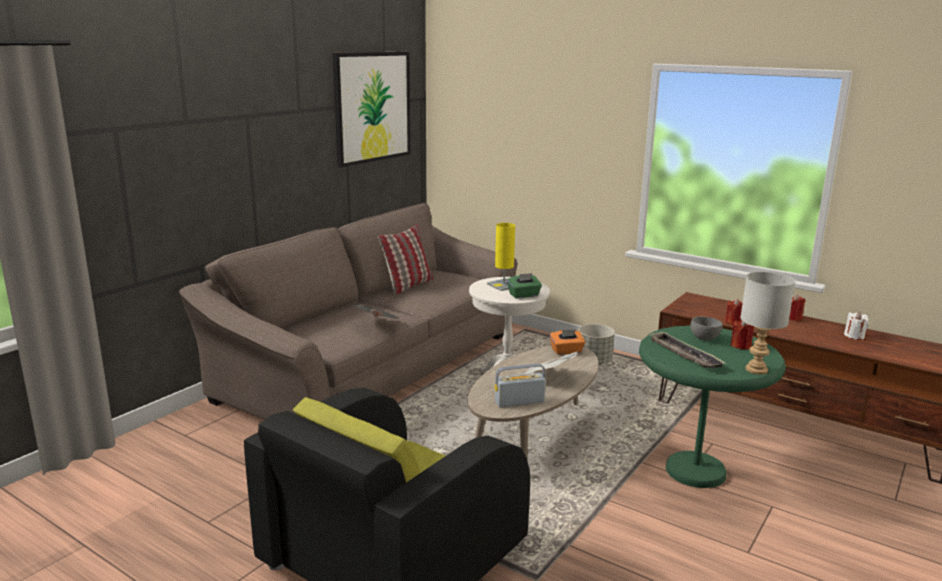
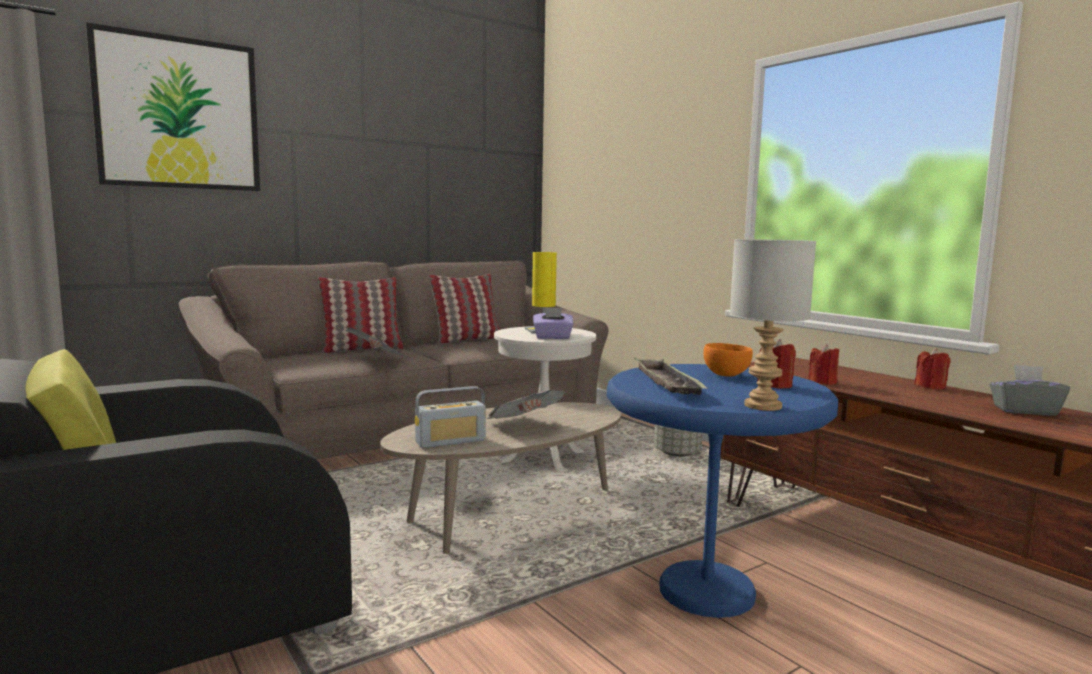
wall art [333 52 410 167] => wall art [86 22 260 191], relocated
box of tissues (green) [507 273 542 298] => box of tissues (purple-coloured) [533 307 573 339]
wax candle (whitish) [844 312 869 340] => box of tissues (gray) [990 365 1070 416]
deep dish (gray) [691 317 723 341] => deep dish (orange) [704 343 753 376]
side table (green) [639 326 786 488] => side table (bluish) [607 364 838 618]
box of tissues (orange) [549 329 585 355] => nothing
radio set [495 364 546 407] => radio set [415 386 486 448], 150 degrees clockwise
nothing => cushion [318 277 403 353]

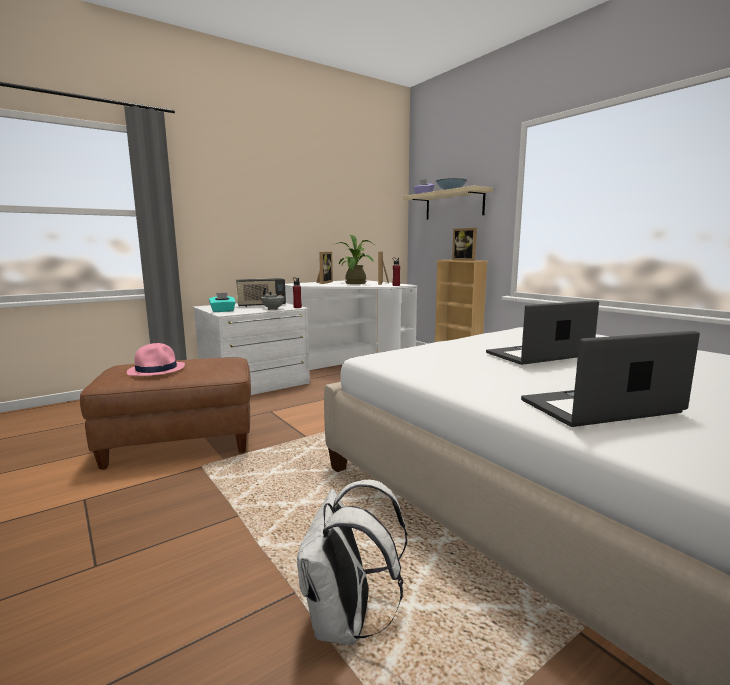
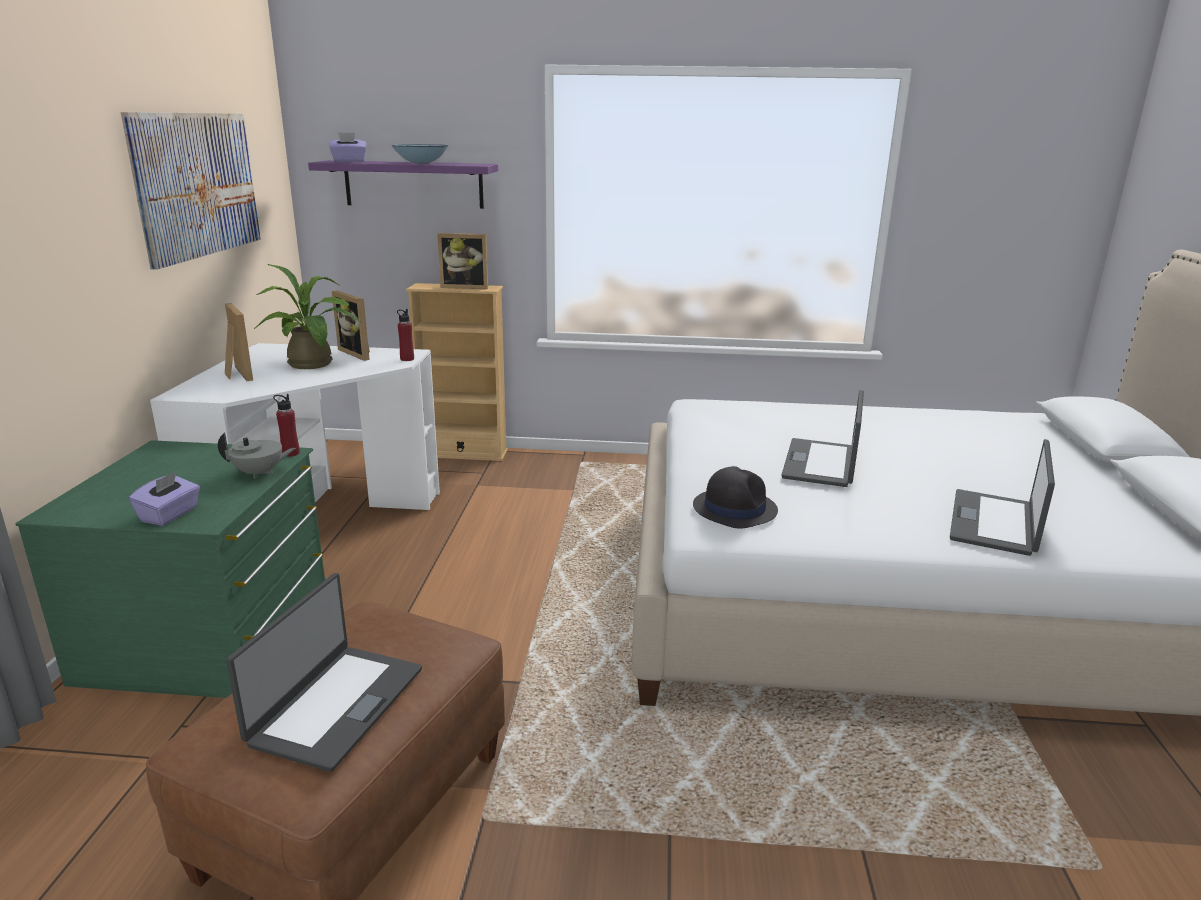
shelf (sand-coloured) [403 186 493 220] => shelf (purple-coloured) [308 160 498 209]
radio set [236 278 286 307] => nothing
box of tissues (blue-green) [209 293 236 312] => box of tissues (purple-coloured) [129 471 200 526]
dresser (whitish) [193 303 310 395] => dresser (green) [15 440 325 698]
wearable hat (pink-coloured) [127 343 185 376] => notebook computer [226 573 422 772]
rucksack (whitish) [297 480 407 645] => nothing
nothing => wall art [121 112 261 270]
nothing => wearable hat (black-coloured) [693 466 778 529]

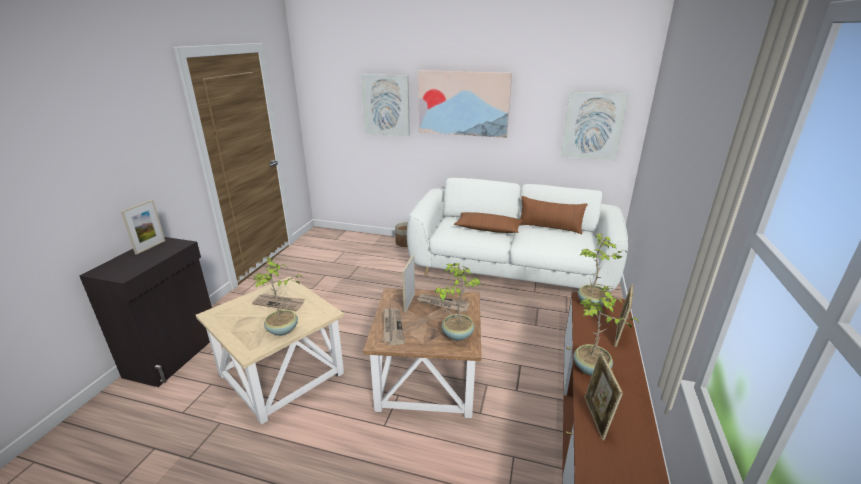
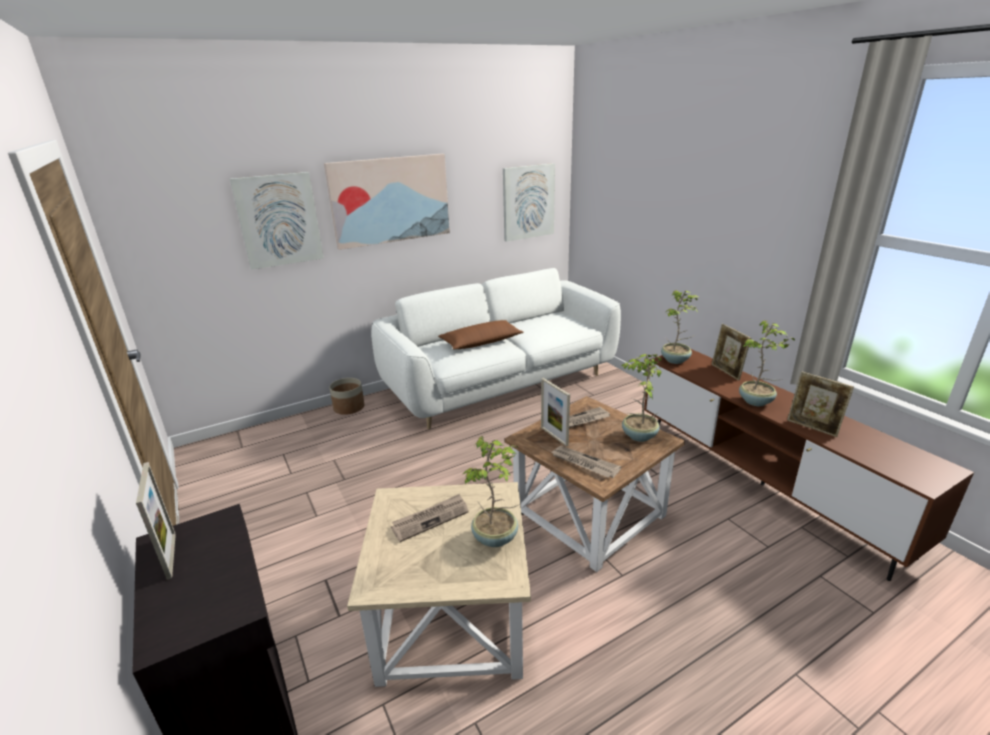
cushion (brown) [519 196 588 234] => nothing

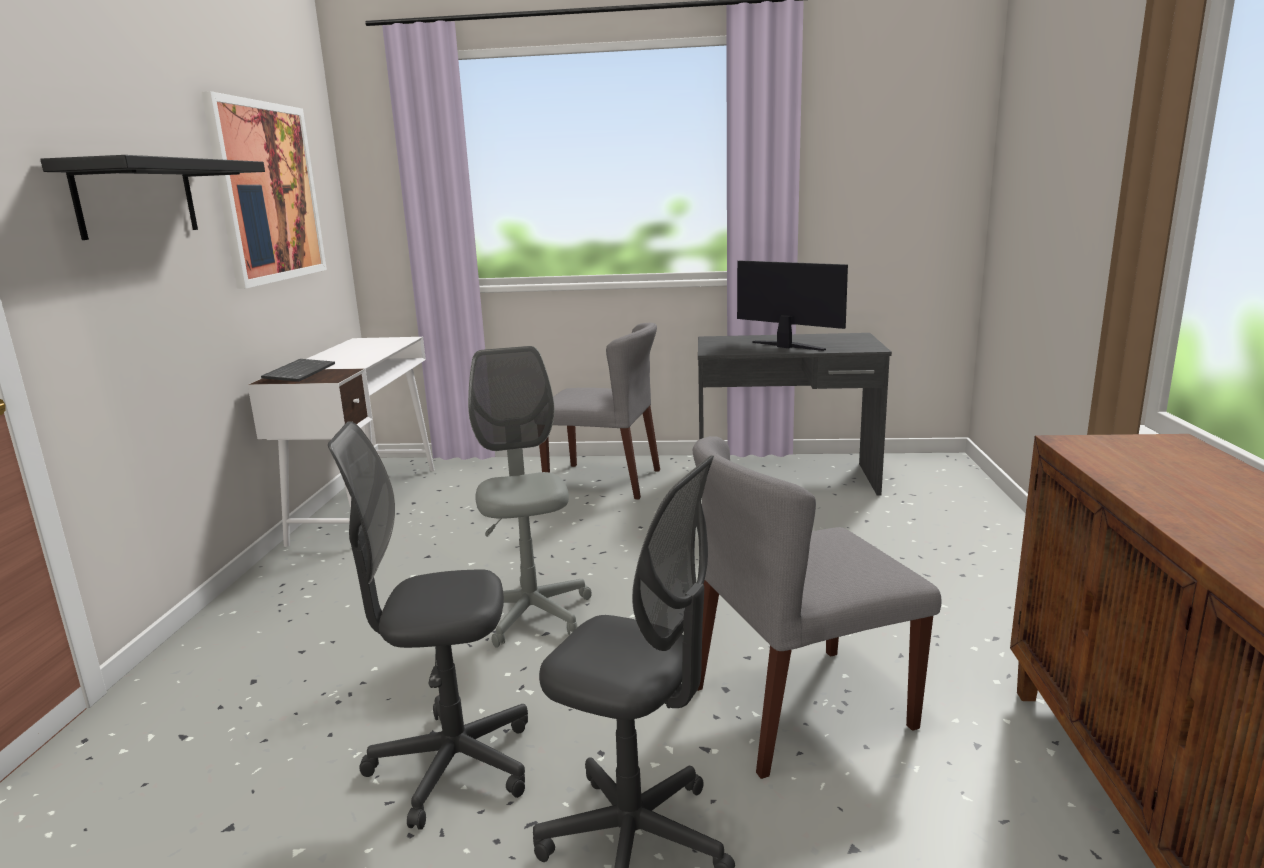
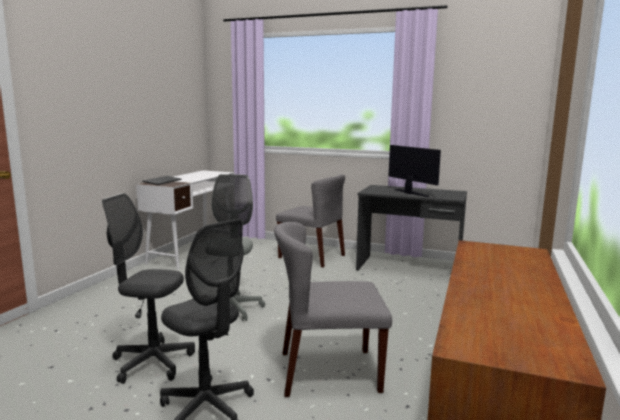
wall art [201 91 327 289] => nothing
shelf (black-coloured) [40 155 265 240] => nothing

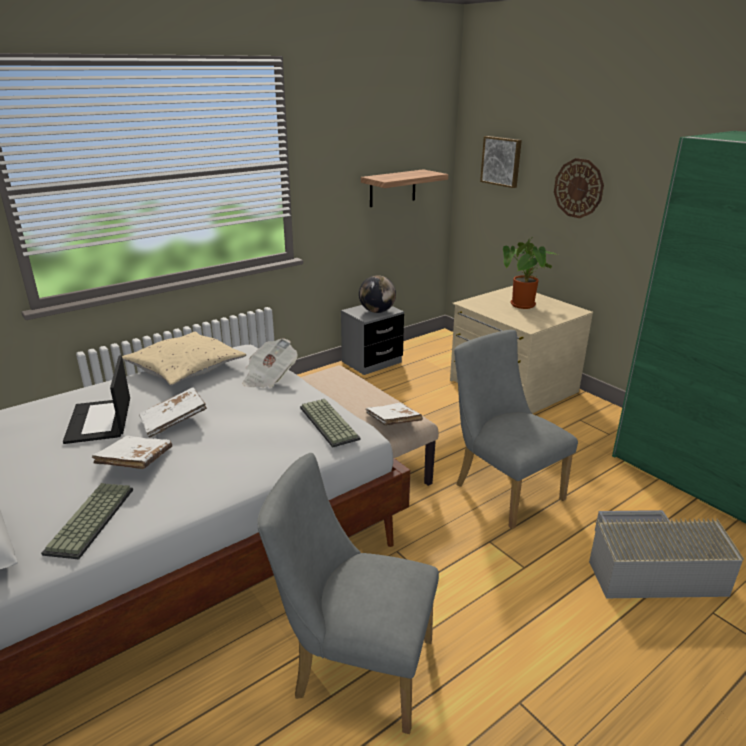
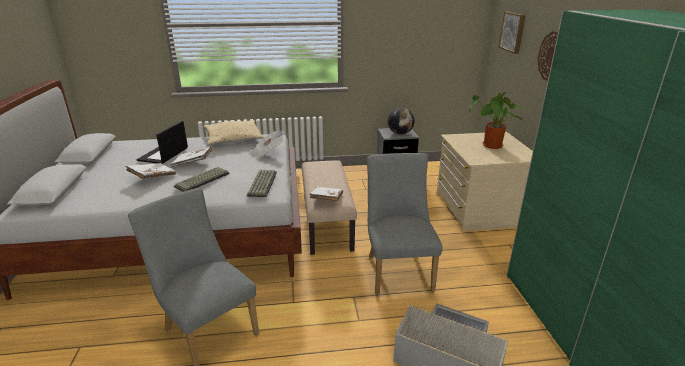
shelf [361 169 448 207] => nothing
keyboard [41 483 133 559] => keyboard [174 167 229 192], relocated

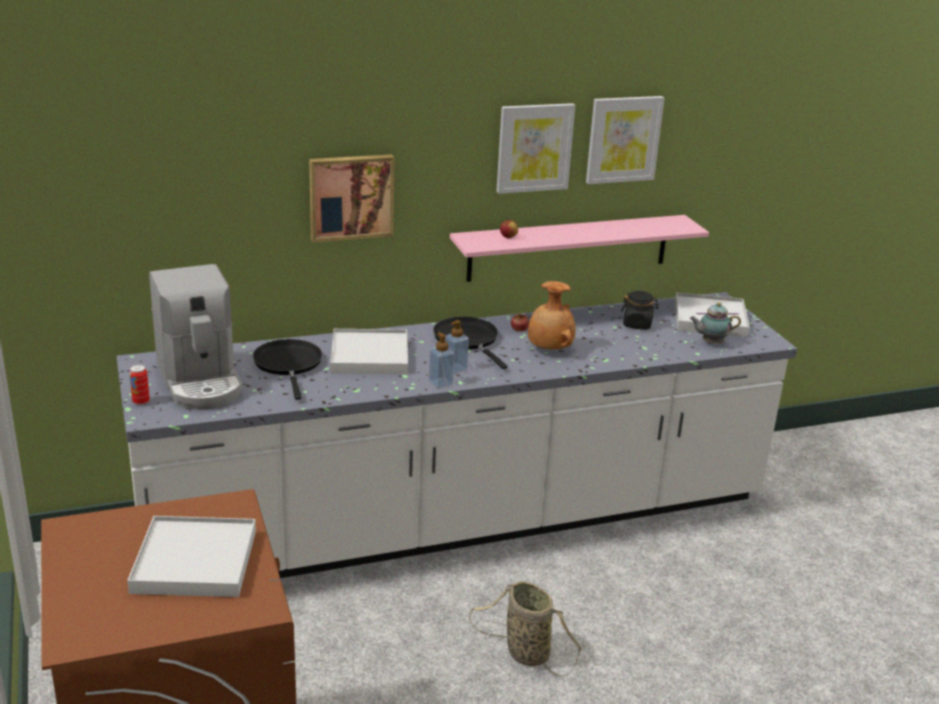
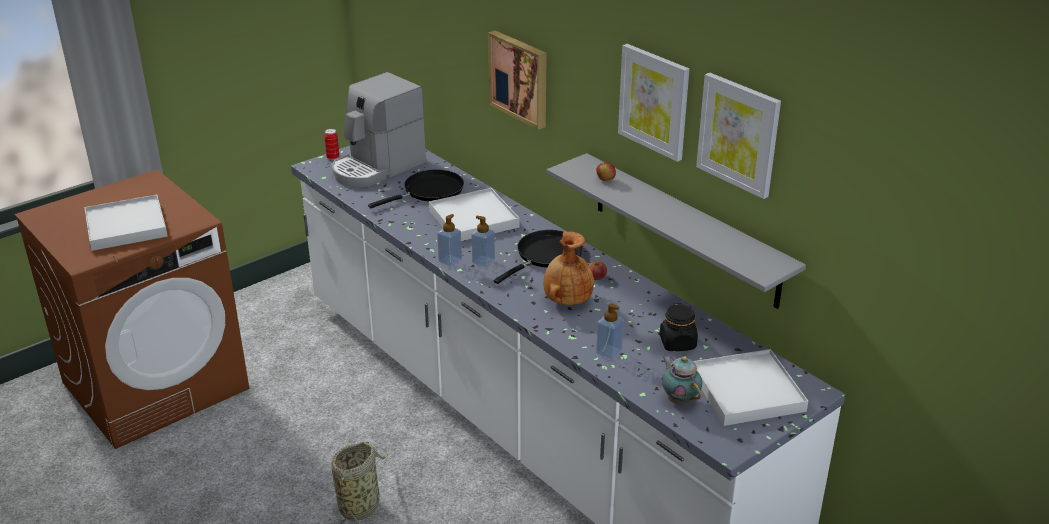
shelf (pink-coloured) [450 215 709 282] => shelf (gray) [547 153 806 309]
nothing => soap dispenser [596 303 624 359]

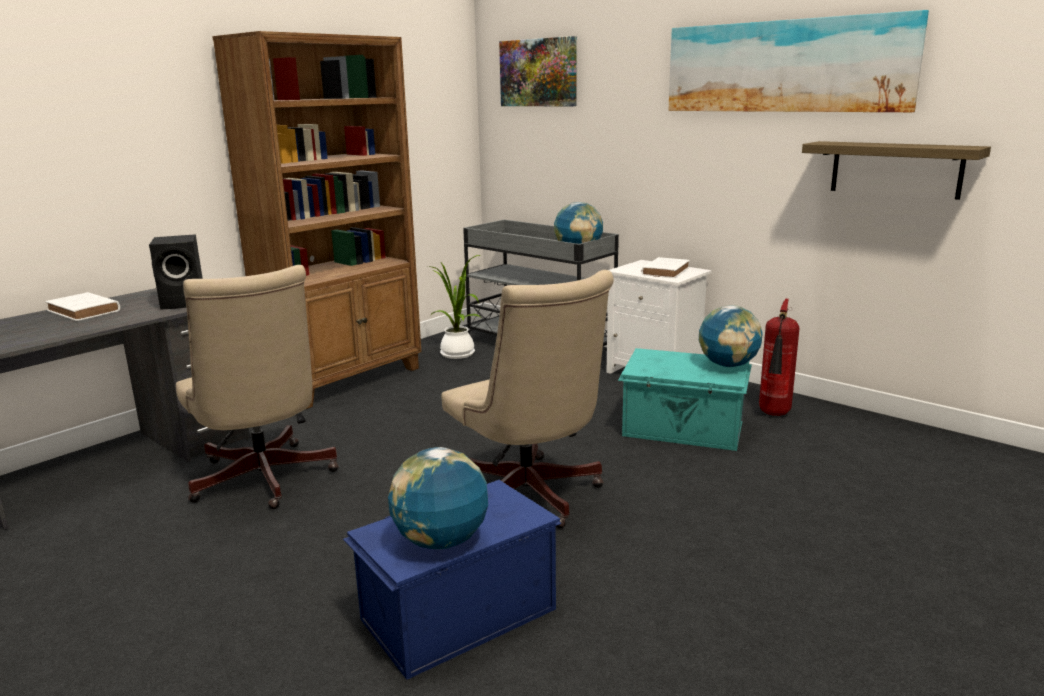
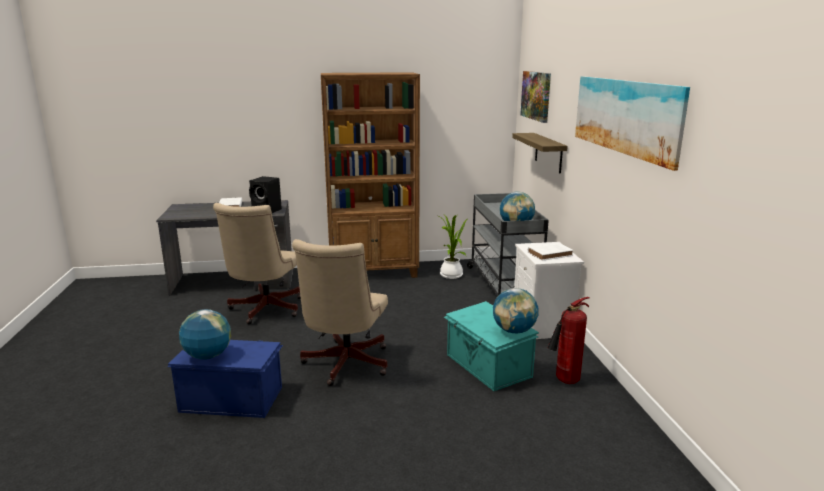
shelf [802 141 991 200] => shelf [512 133 568 173], relocated

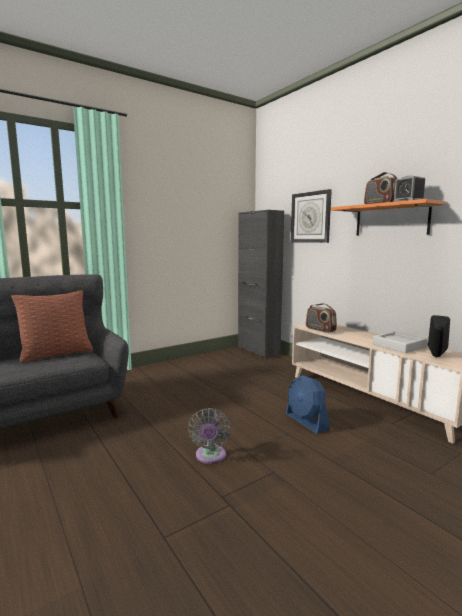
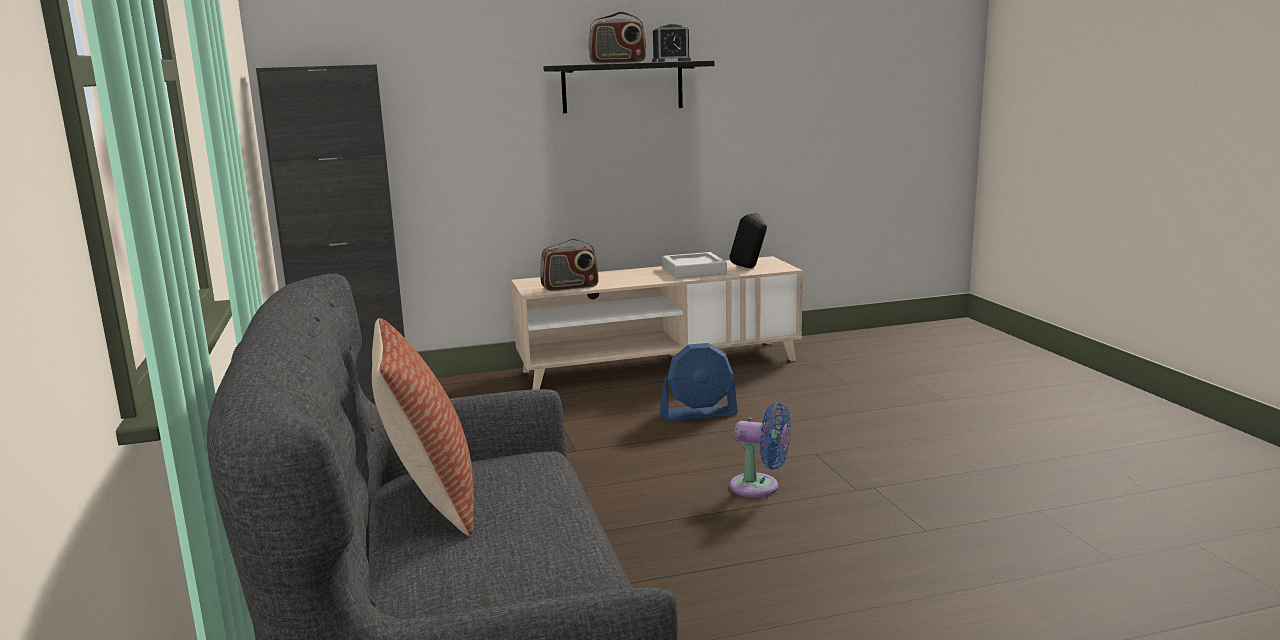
hanging clock [291 189 332 243] => nothing
shelf (orange) [331 199 445 235] => shelf (black-coloured) [543 61 715 113]
cooling fan (gray) [188 408 231 464] => cooling fan (bluish) [730 403 791 498]

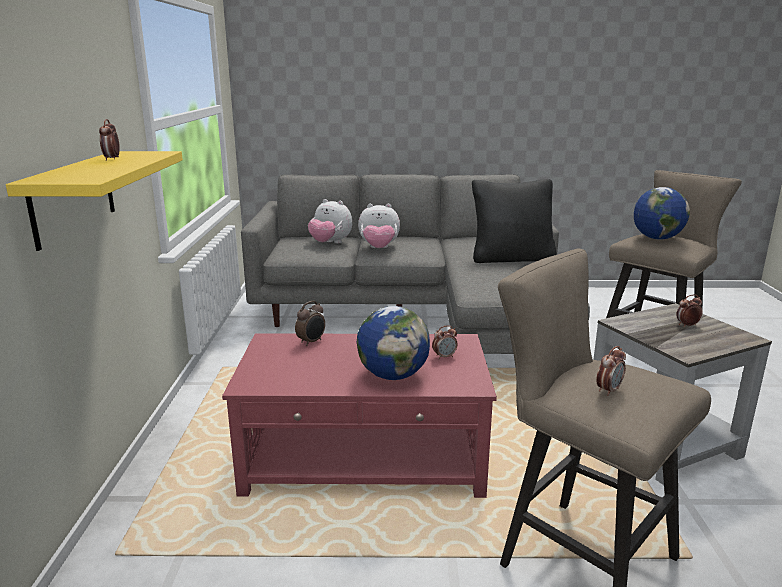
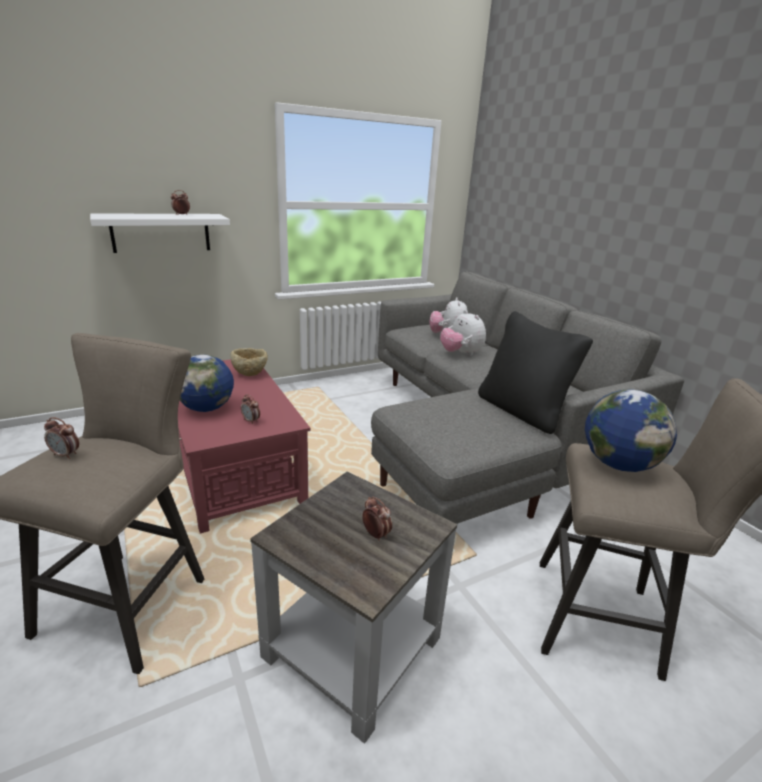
shelf (yellow) [6 151 183 251] => shelf (whitish) [90 213 230 253]
table clock [295 301 325 346] => deep dish (sand-coloured) [231 348 268 376]

